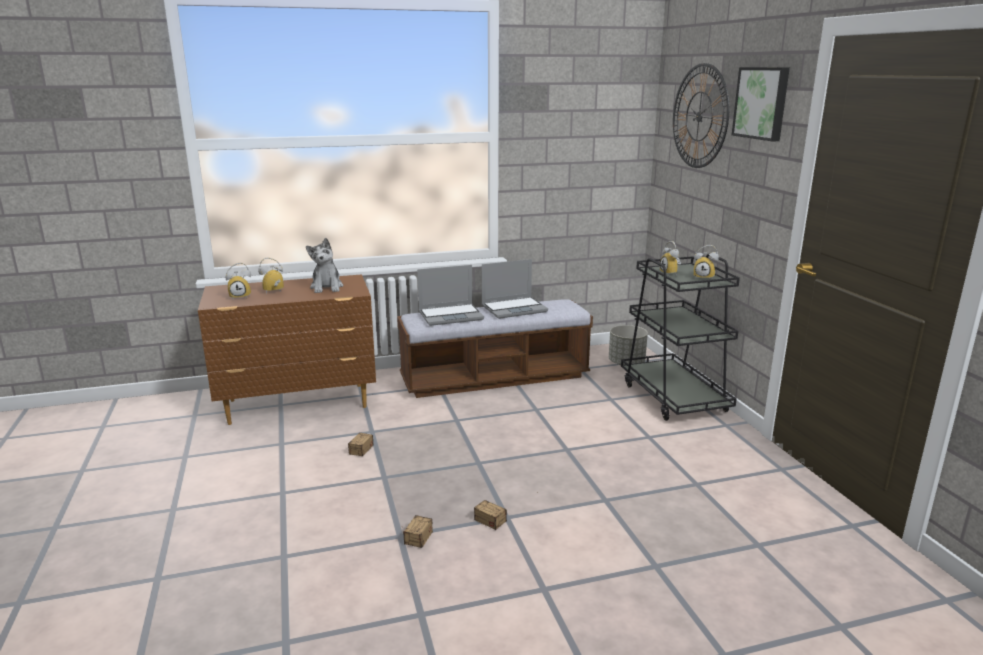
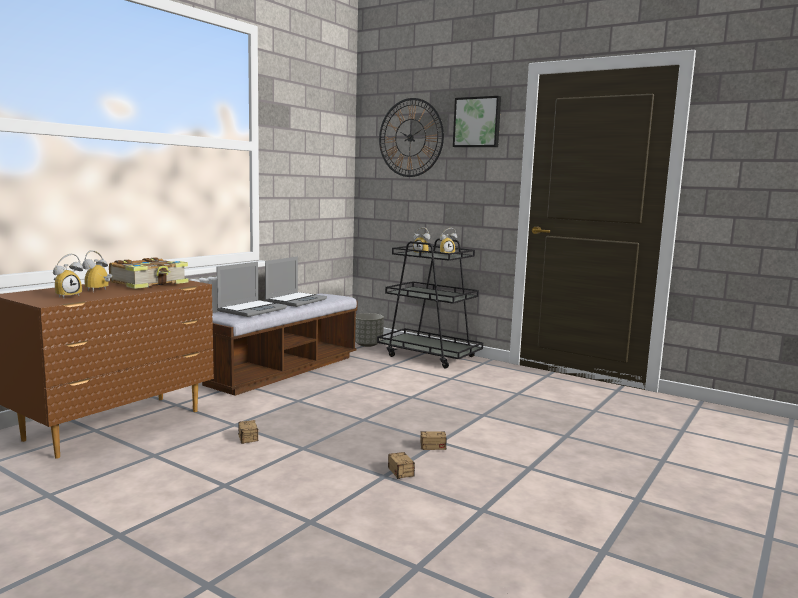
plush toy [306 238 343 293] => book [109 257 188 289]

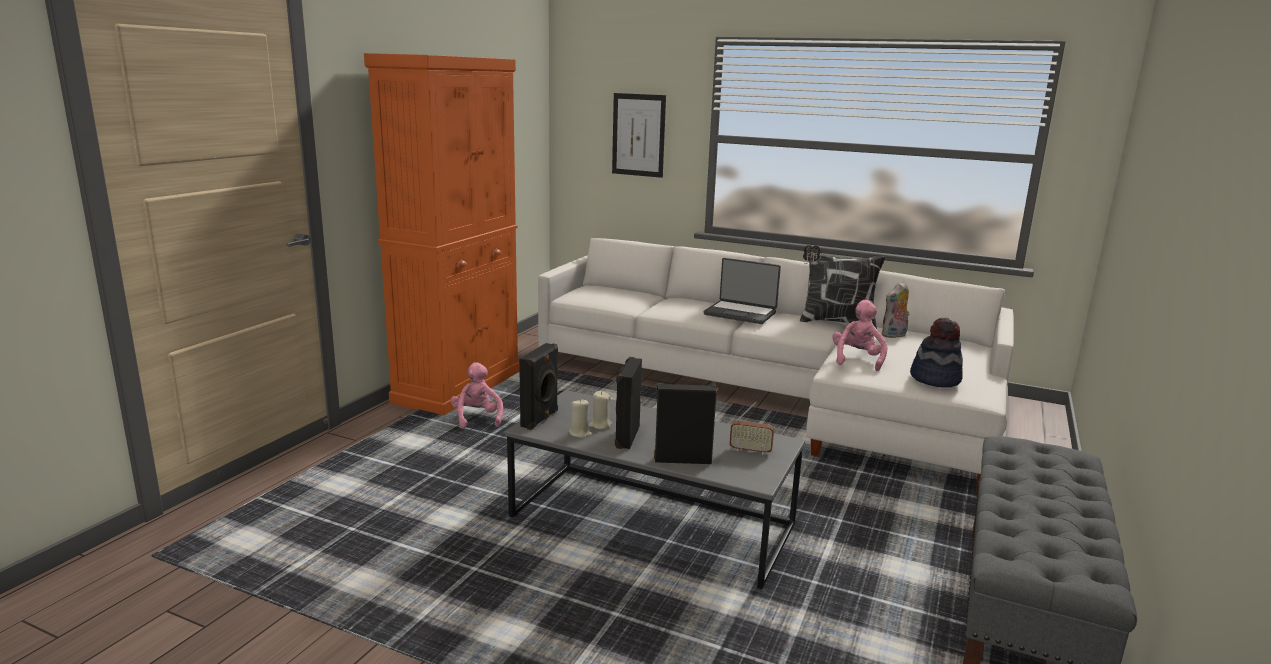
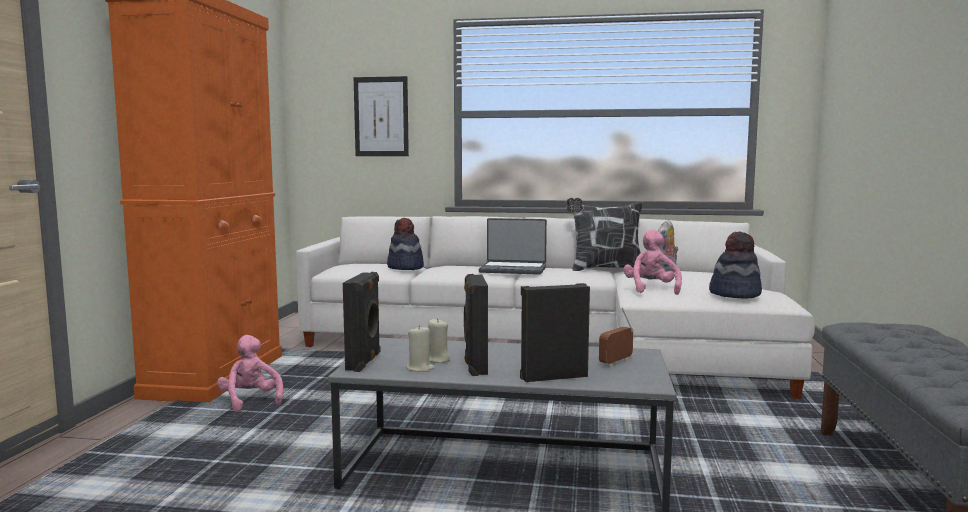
radio set [729 402 774 455] => radio set [599 307 634 367], 135 degrees clockwise
nothing => wearable hat [387 218 424 270]

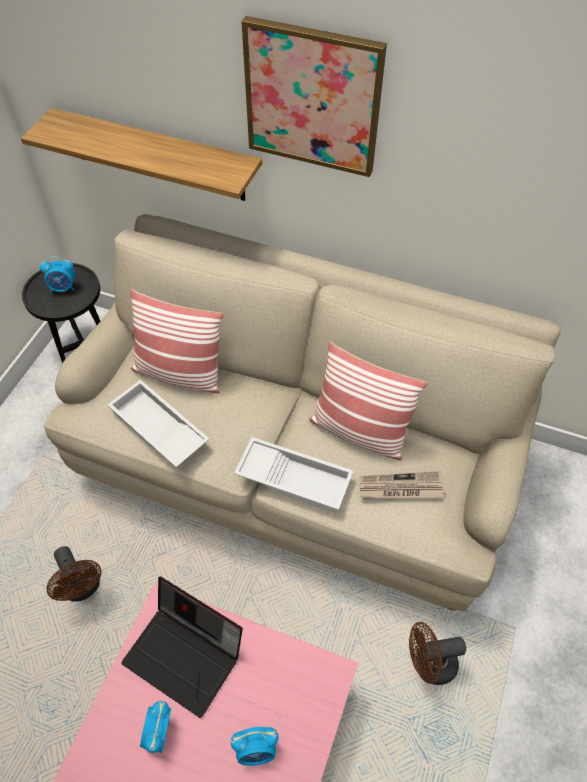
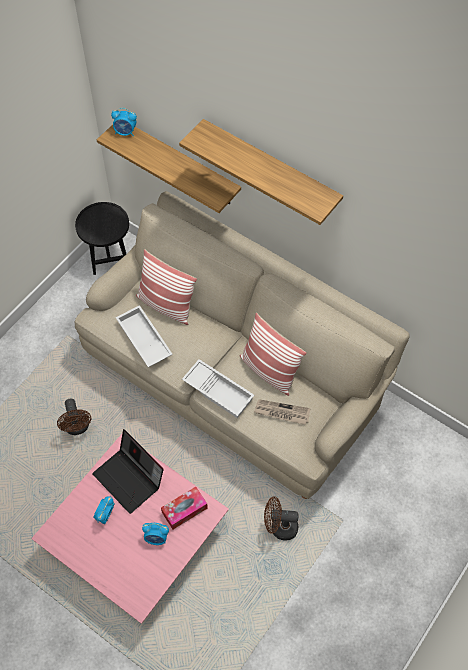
wall art [241 16 387 177] => shelf [179 119 343 225]
table clock [40 256 75 292] => table clock [111 108 137 136], relocated
nothing => box of tissues [161 487 208 529]

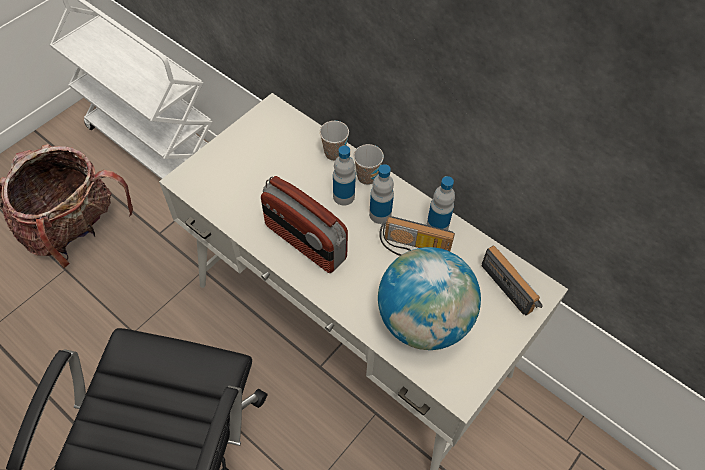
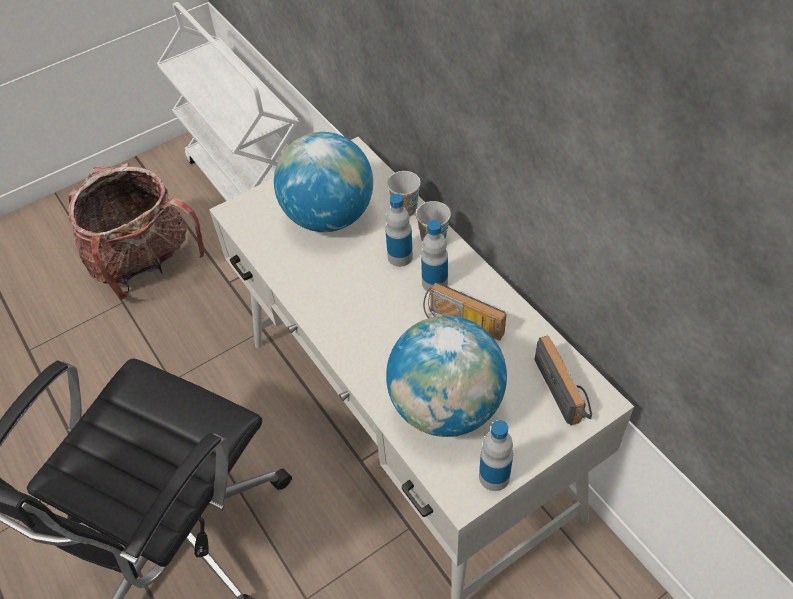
radio set [261 176 348 273] => nothing
drink bottle [426 176 455 230] => drink bottle [479 420 513 491], relocated
nothing => globe [274 132 373 232]

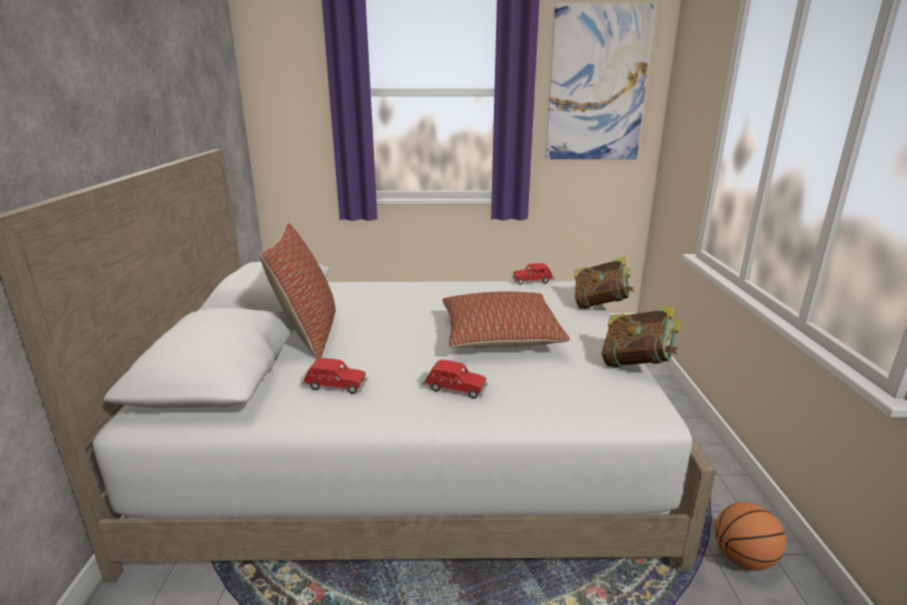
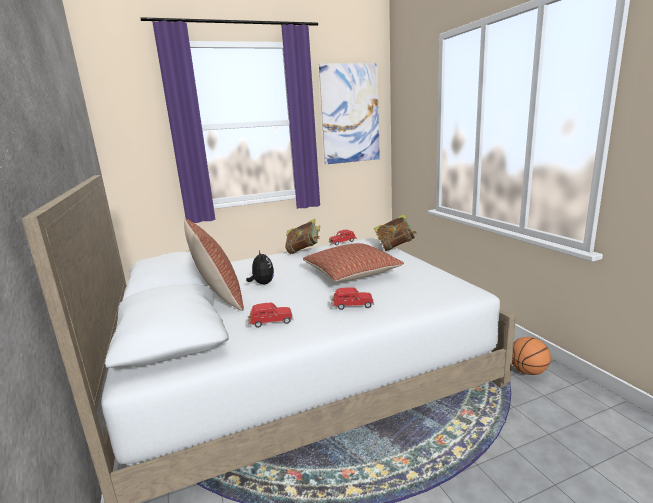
book [602 306 681 367] => book [285 219 320 254], relocated
nothing => plush toy [246 250 274 285]

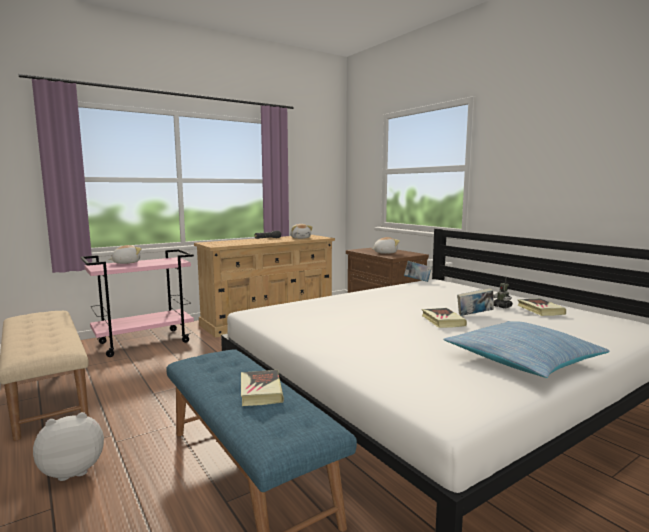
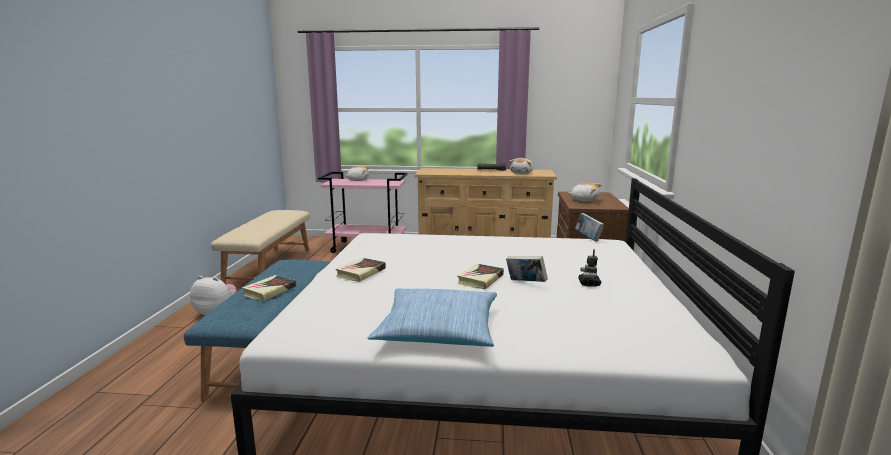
book [517 298 566 316] => book [336 258 386 282], relocated

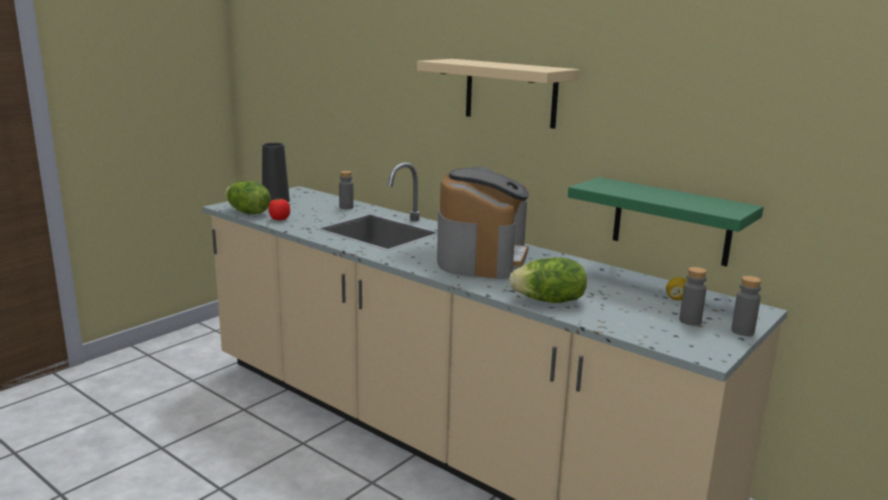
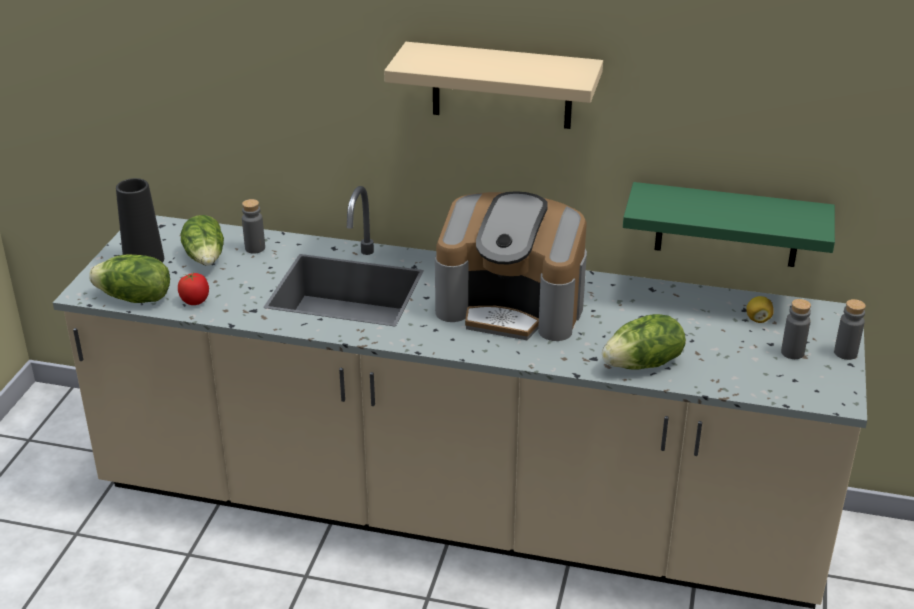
coffee maker [437 167 529 279] => coffee maker [435 191 587 341], 120 degrees clockwise
nothing => head of lettuce [181 215 224 266]

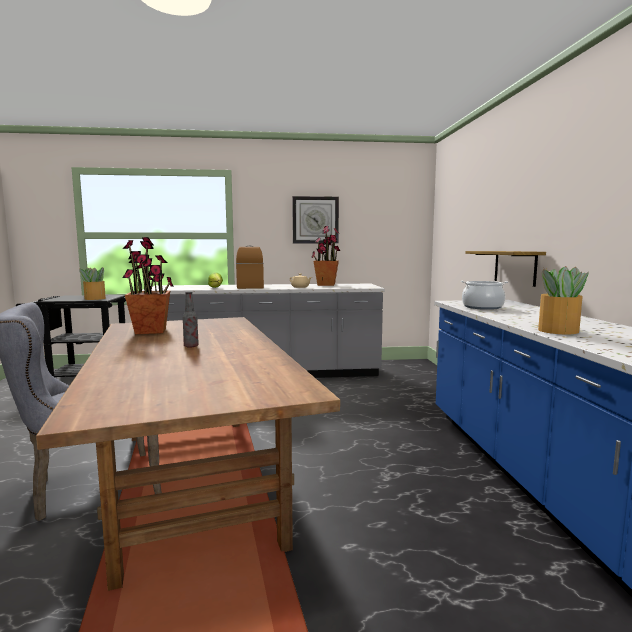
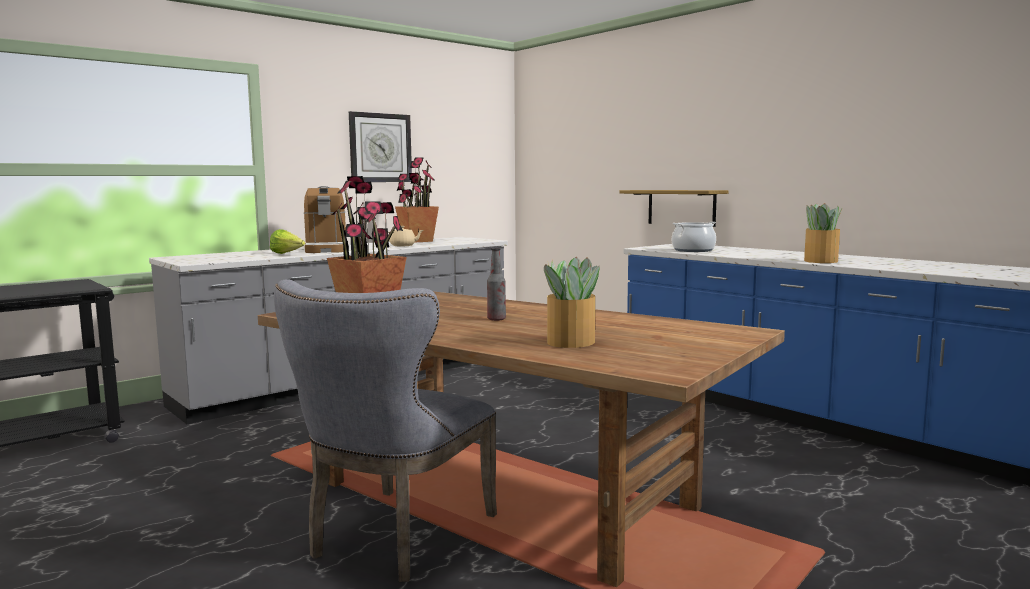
coffee maker [236 246 264 289] => coffee maker [304 186 346 253], 150 degrees counterclockwise
potted plant [79 267 106 300] => potted plant [544 257 600 348], relocated

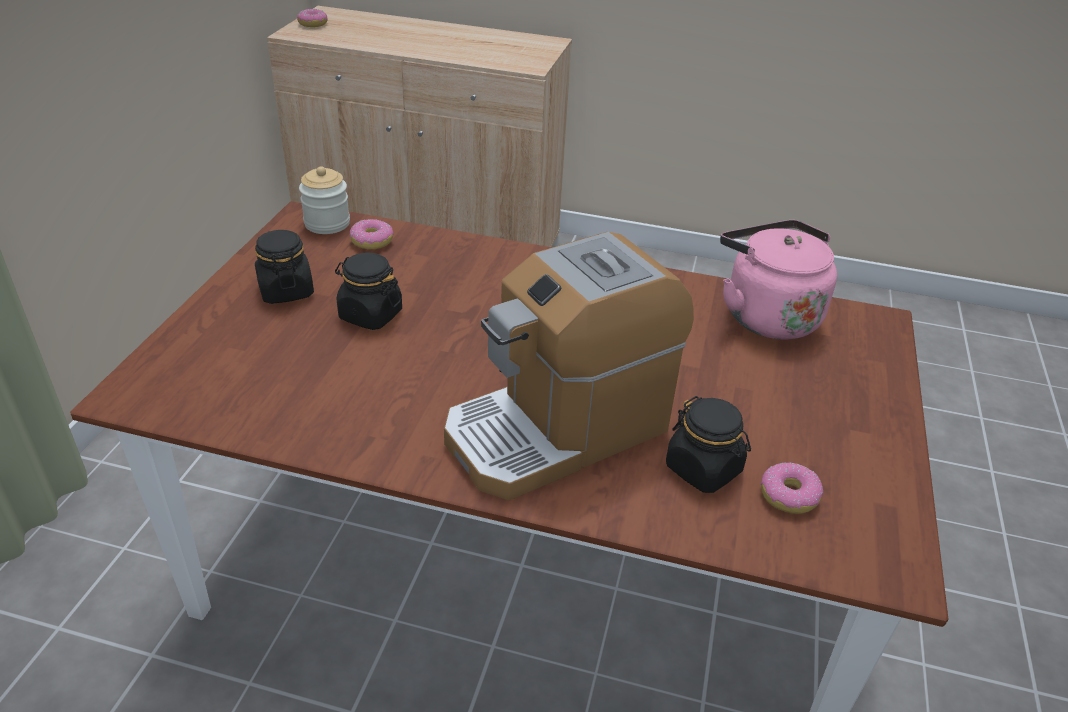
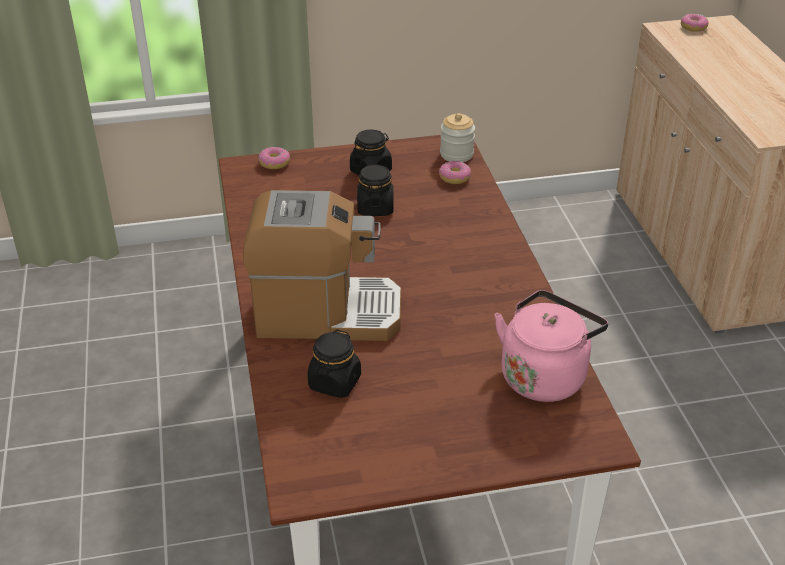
coffee maker [444 232 694 501] => coffee maker [243 190 401 341], 150 degrees clockwise
doughnut [761 462 823 514] => doughnut [258 147 290 169], relocated

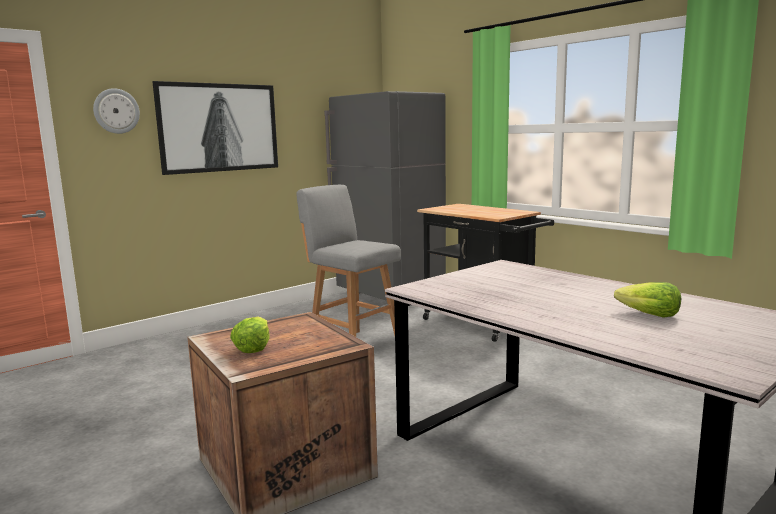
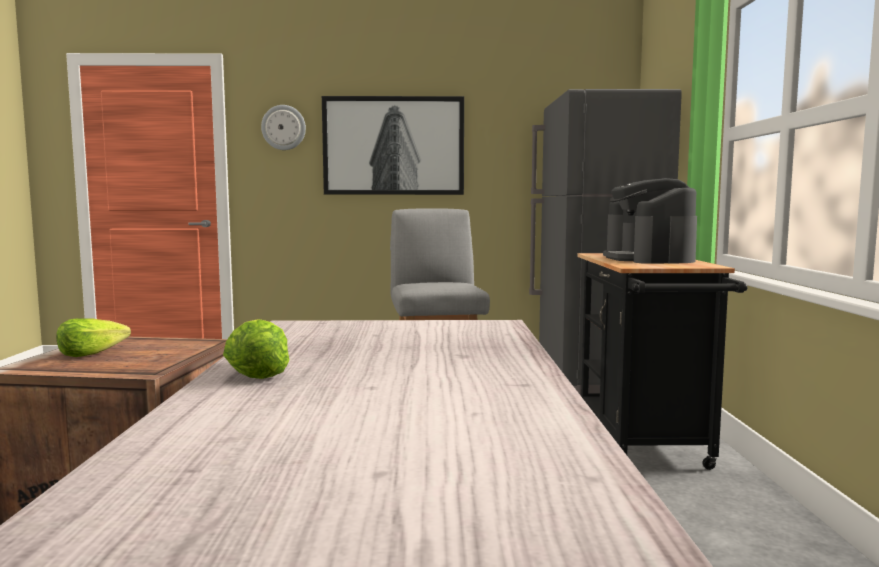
head of lettuce [614 282 681 318] => head of lettuce [223 319 289 379], relocated
nothing => coffee maker [603 178 697 264]

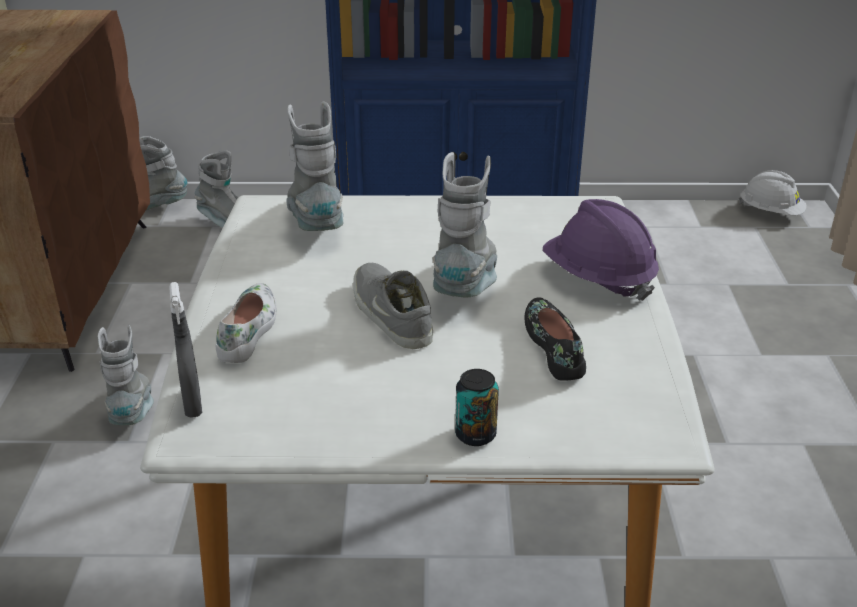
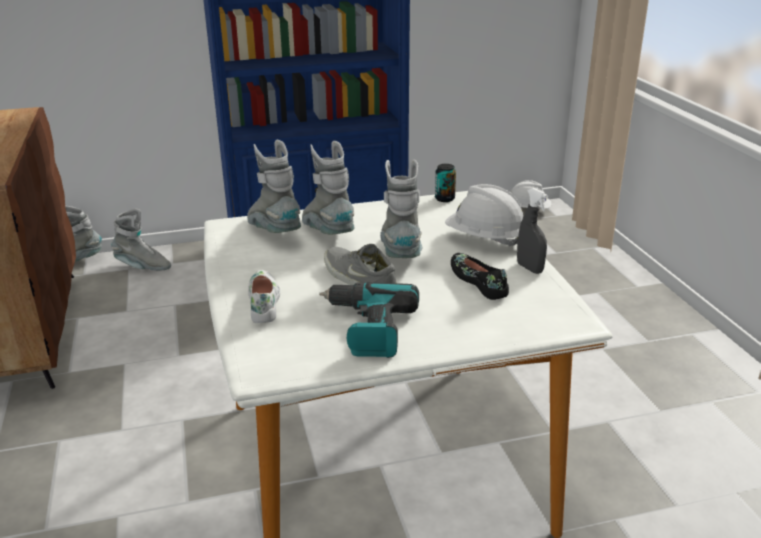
safety helmet (purple-coloured) [543 199 659 301] => safety helmet (whitish) [445 184 523 246]
hand sprayer (gray) [169 282 202 418] => hand sprayer (gray) [517 188 548 274], relocated
high-top boot (gray) [98 325 154 426] => high-top boot (gray) [302 141 355 235], relocated
can [455 369 499 446] => can [435 164 456 202], relocated
nothing => drill [319 282 419 358]

